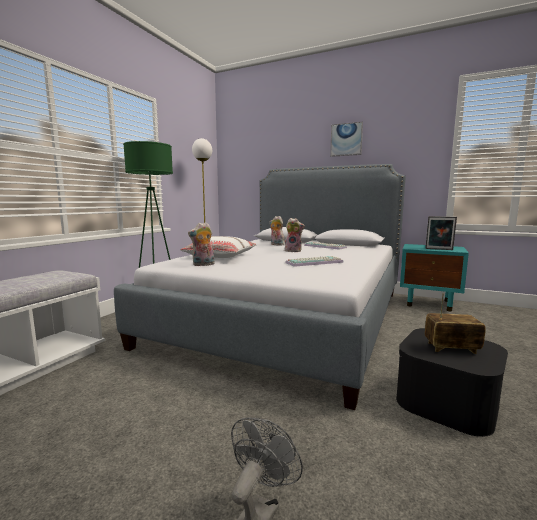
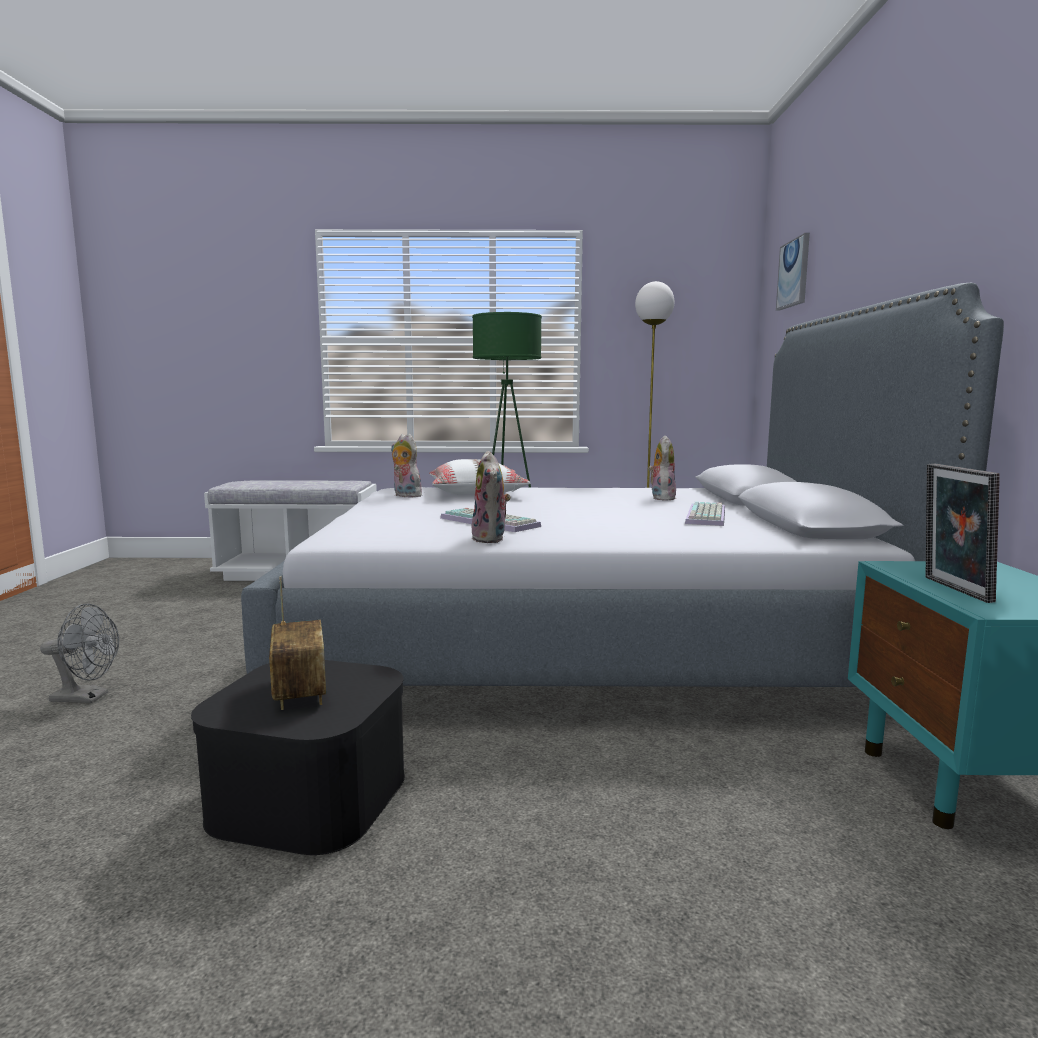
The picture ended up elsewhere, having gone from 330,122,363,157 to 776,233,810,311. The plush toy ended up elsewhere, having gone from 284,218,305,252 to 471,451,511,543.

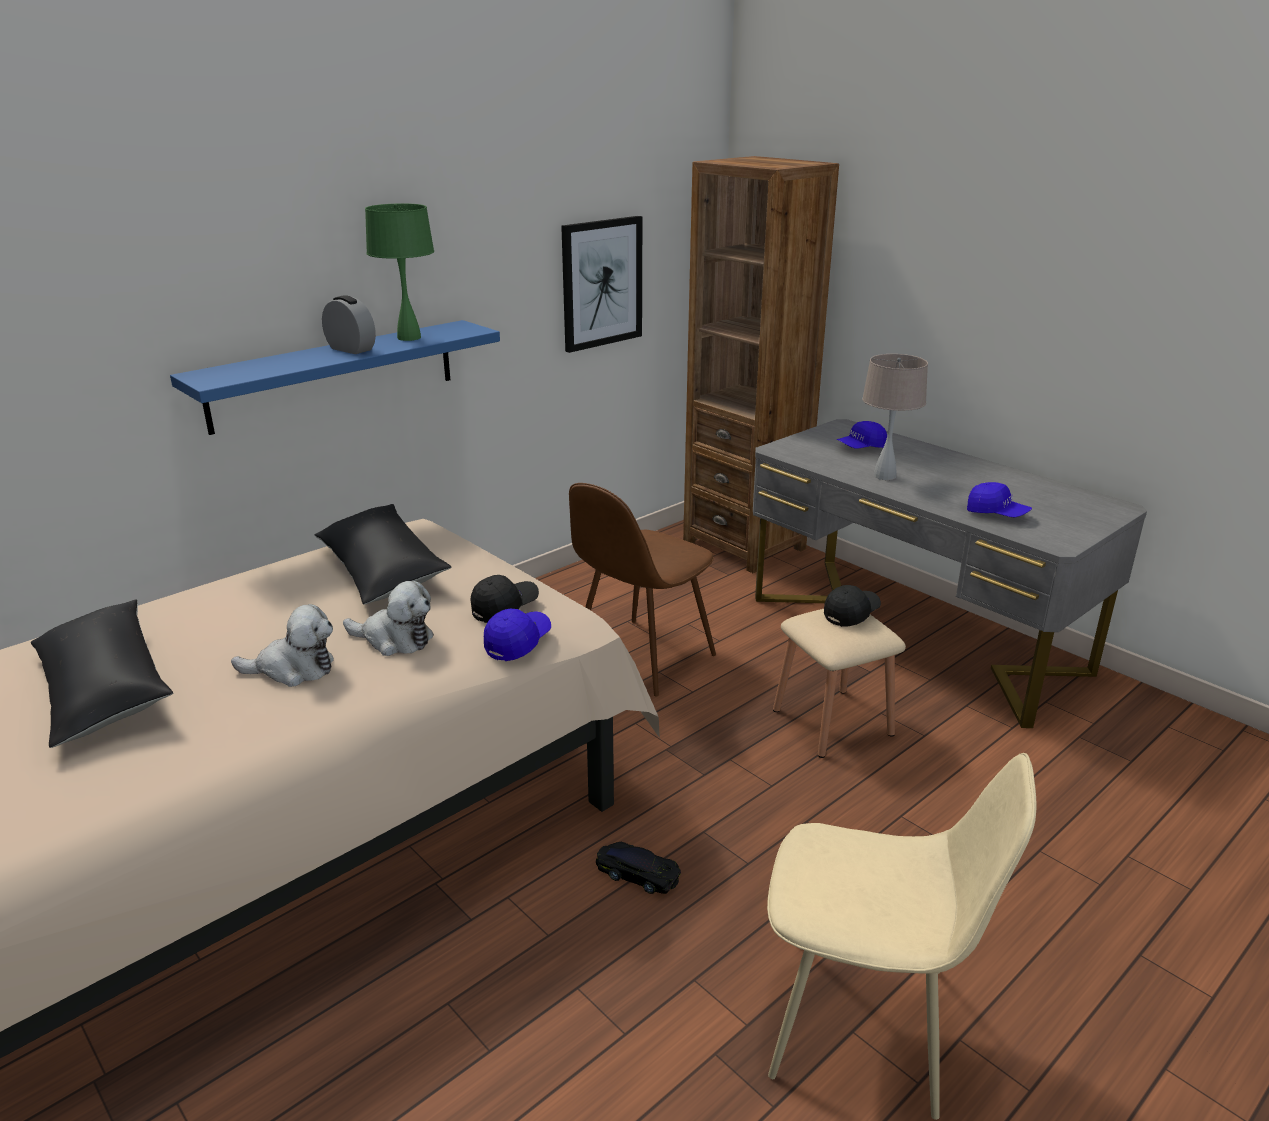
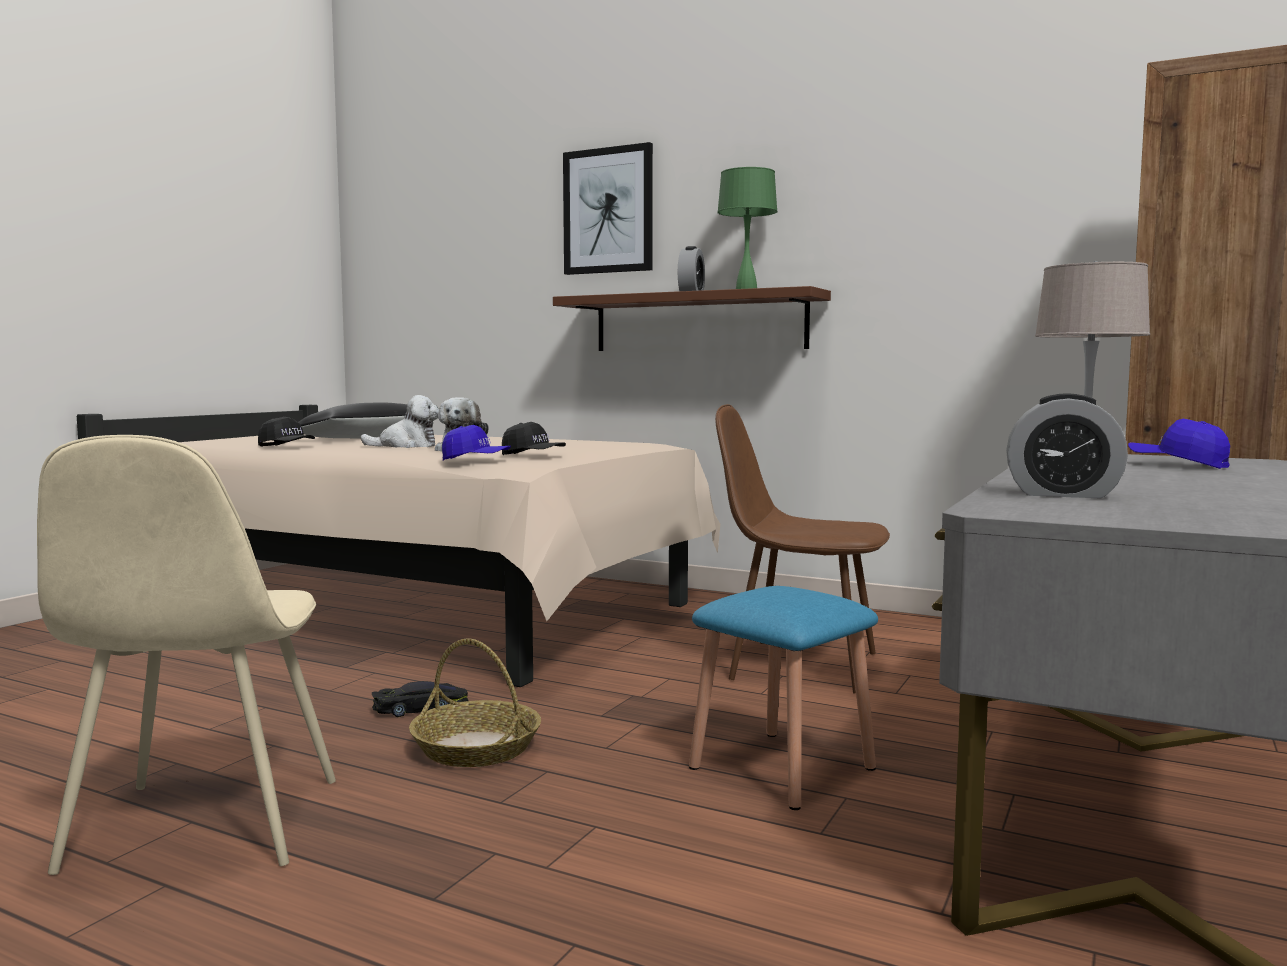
The picture ended up elsewhere, having gone from 561,216,642,353 to 563,142,653,275. What was the shelf (blue) at 170,320,500,435 turned into the shelf (brown) at 553,286,831,351. Where the cap (blue) stood at 967,482,1032,517, the alarm clock came to stand at 1006,393,1128,498. The second view lost the pillow (black) at 315,504,452,605. The cap (black) ended up elsewhere, having gone from 824,585,881,627 to 258,417,315,447. The plush toy at 231,604,334,687 ended up facing another way, 75 degrees counterclockwise from before. What was the stool (beige) at 773,609,906,758 turned into the stool (blue) at 689,586,878,810. The toy car (black) at 596,842,681,894 ended up facing another way, 60 degrees clockwise from before. The second view gained the basket at 409,639,541,767.

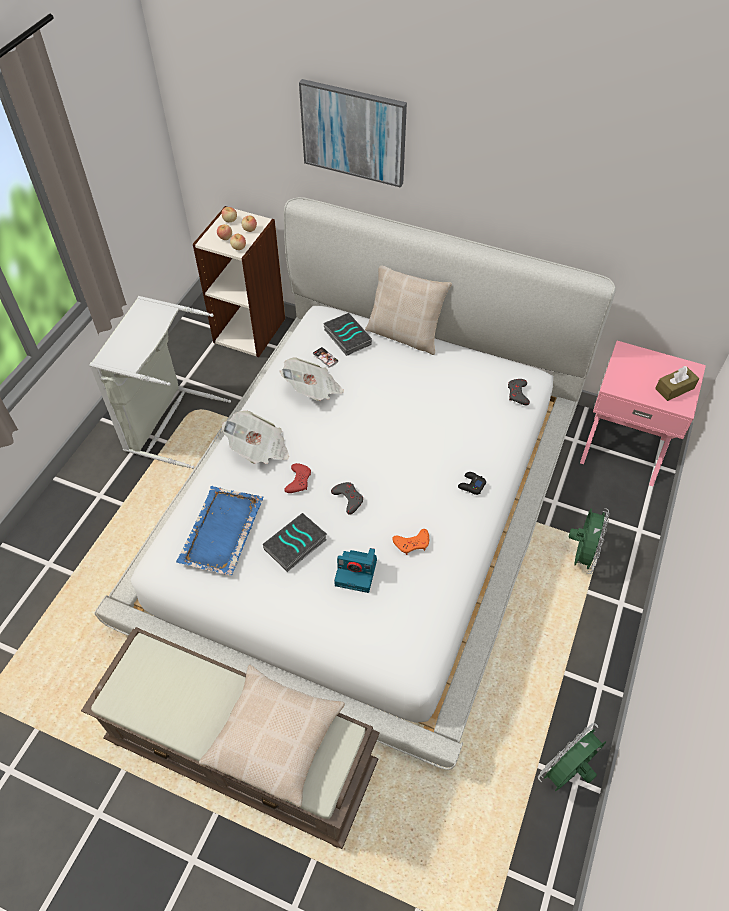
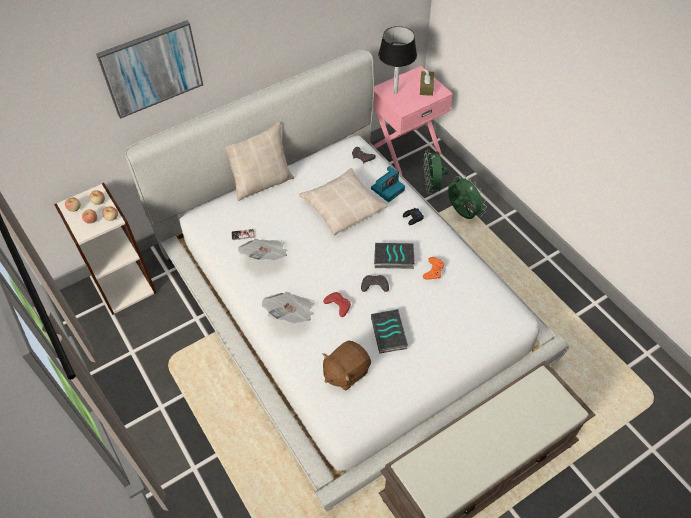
The second view lost the laundry basket (grey) at 90,296,231,469. The book ended up elsewhere, having gone from 323,313,372,356 to 374,243,415,269. Where the tray (blue) stood at 176,486,264,576, the plush toy (brown) came to stand at 323,341,371,391. The photo camera ended up elsewhere, having gone from 334,548,377,593 to 371,166,405,202. The pillow (beige) ended up elsewhere, having gone from 199,665,345,807 to 299,168,387,236. The fan (green) ended up elsewhere, having gone from 538,723,606,791 to 423,150,448,194. The second view gained the table lamp (black) at 379,26,417,94.

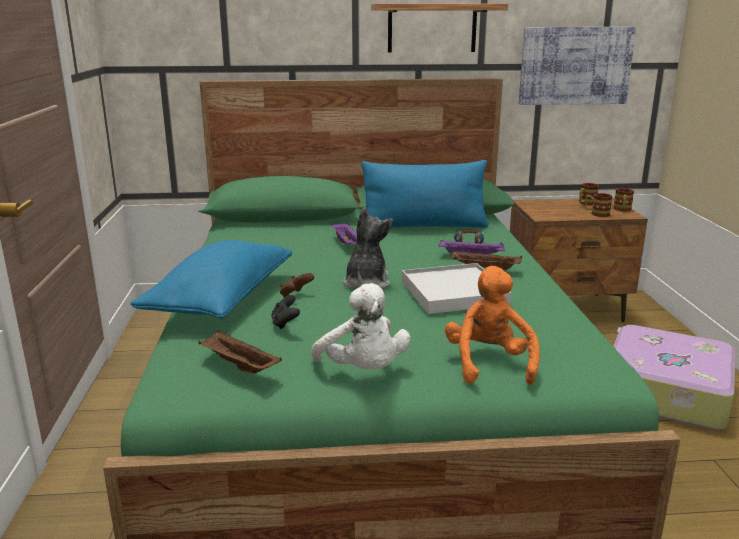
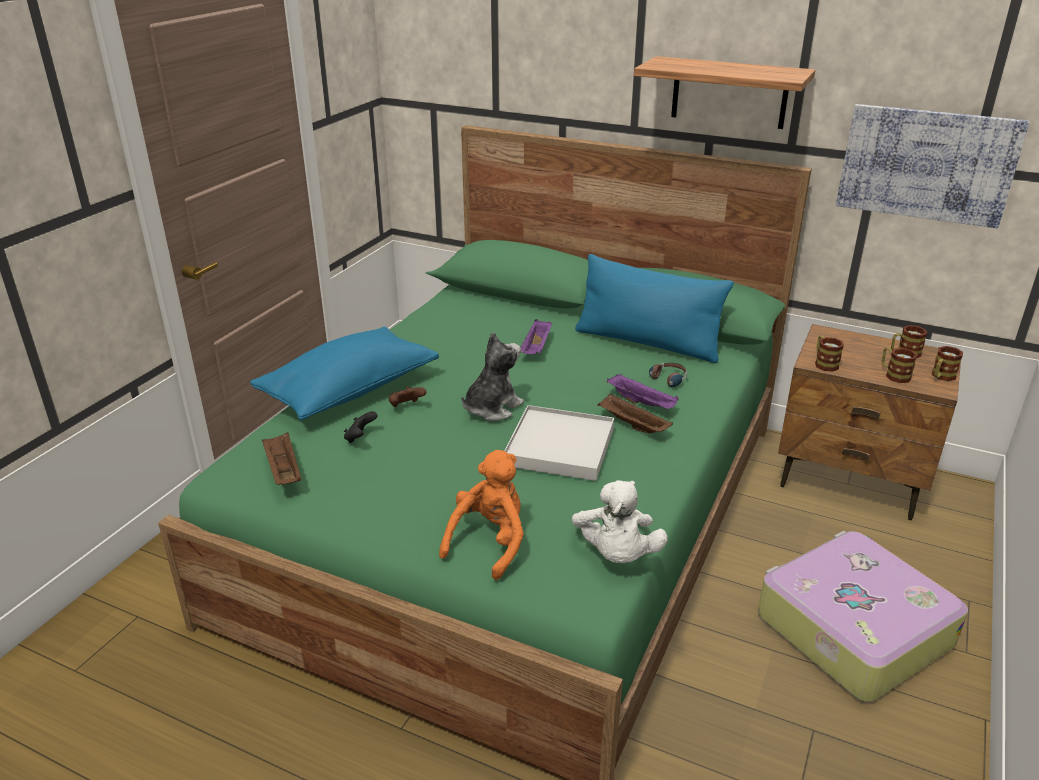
The plush toy (white) ended up elsewhere, having gone from 311,283,411,370 to 572,480,668,563. The second view gained the mug at 815,336,844,372.

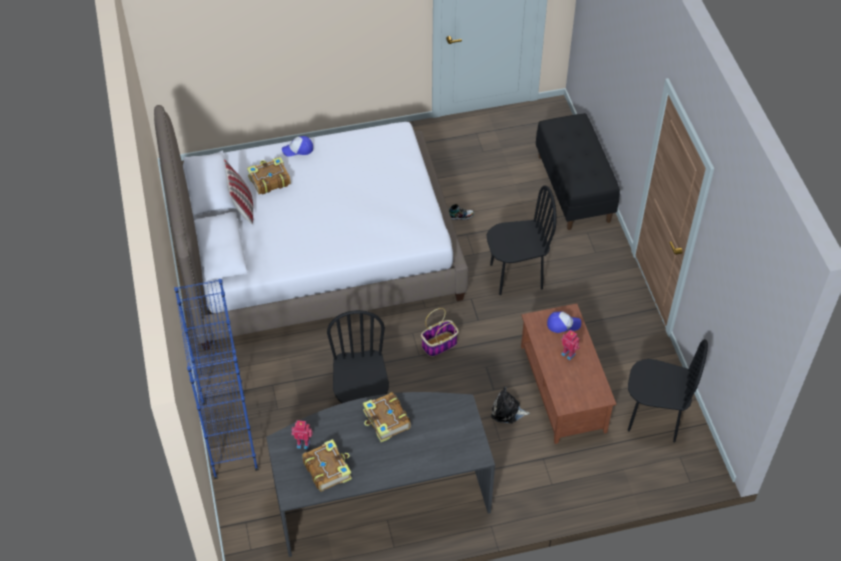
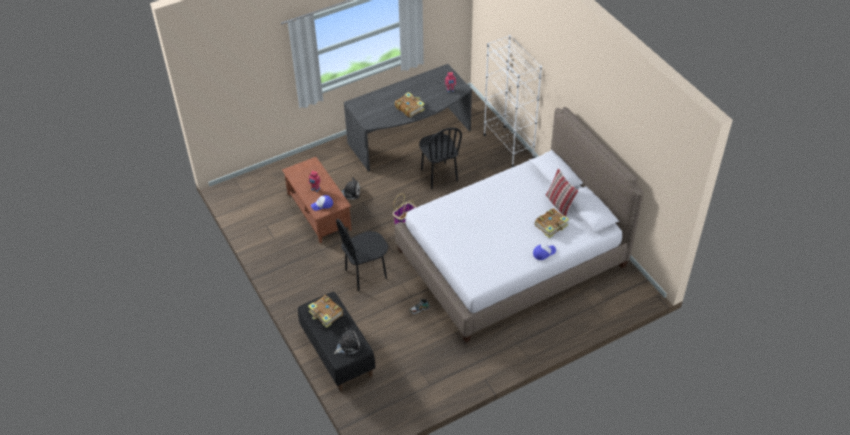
What was the bookcase (blue) at 174,279,259,479 turned into the bookcase (white) at 483,35,542,167. The second view lost the chair (black) at 628,339,708,443. The book ended up elsewhere, having gone from 302,439,352,492 to 308,295,343,328. The second view gained the plush toy at 334,328,361,355.

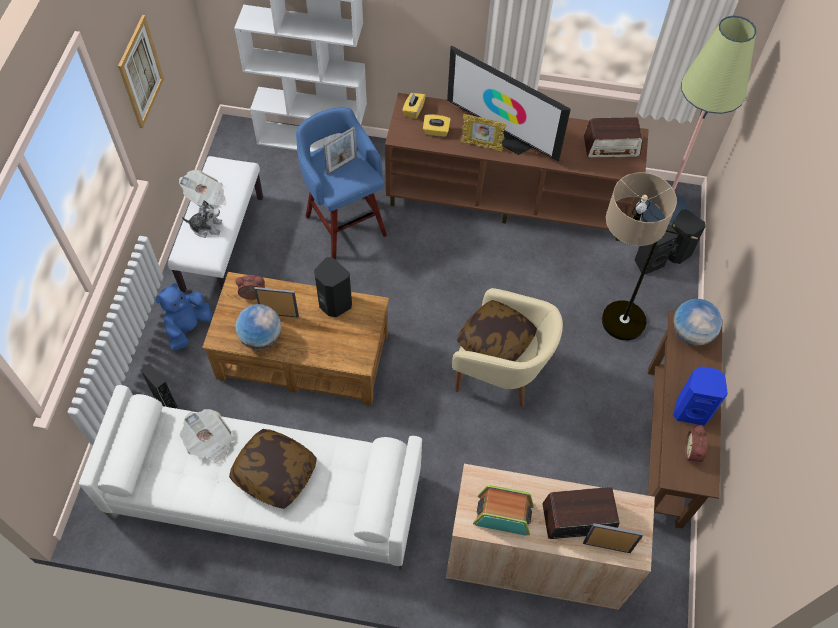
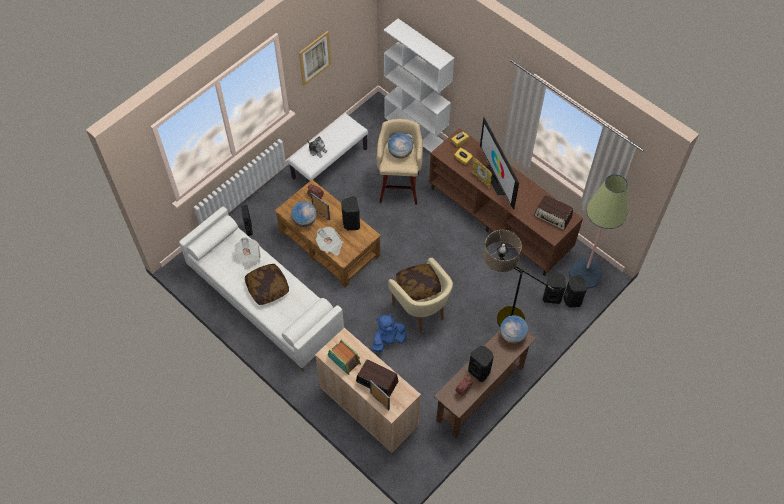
What was the stool (blue) at 296,107,387,259 turned into the stool (beige) at 376,119,423,204. Where the picture frame stood at 323,127,357,175, the globe came to stand at 388,133,413,158. The newspaper ended up elsewhere, having gone from 179,170,226,206 to 315,227,343,256. The plush toy (blue) ended up elsewhere, having gone from 155,283,212,350 to 372,315,407,352. What was the speaker (blue) at 673,366,728,425 turned into the speaker (black) at 468,346,494,382.

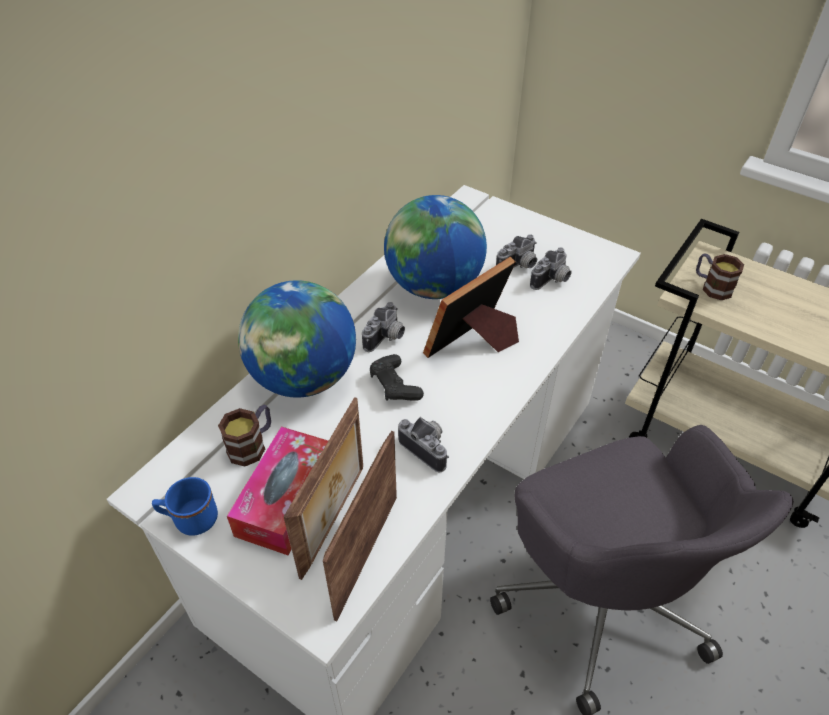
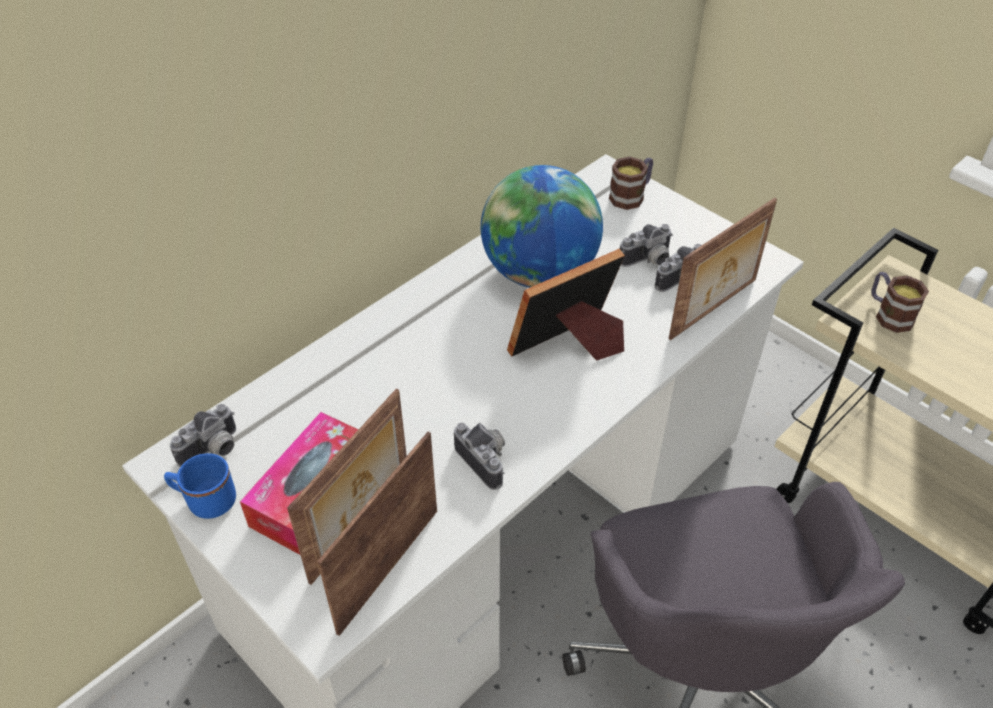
The second view lost the globe at 238,280,356,398. The photo camera ended up elsewhere, having gone from 362,302,405,352 to 170,404,236,467. The second view lost the game controller (black) at 370,354,424,401. The mug ended up elsewhere, having gone from 218,405,271,466 to 609,156,653,210. The second view gained the picture frame at 668,198,777,340.

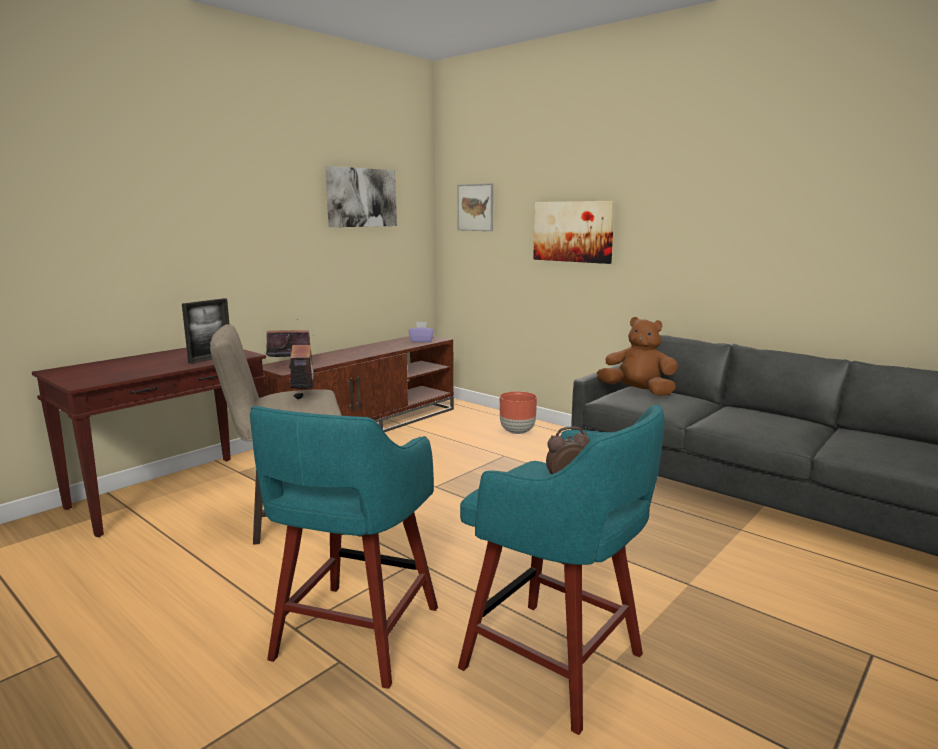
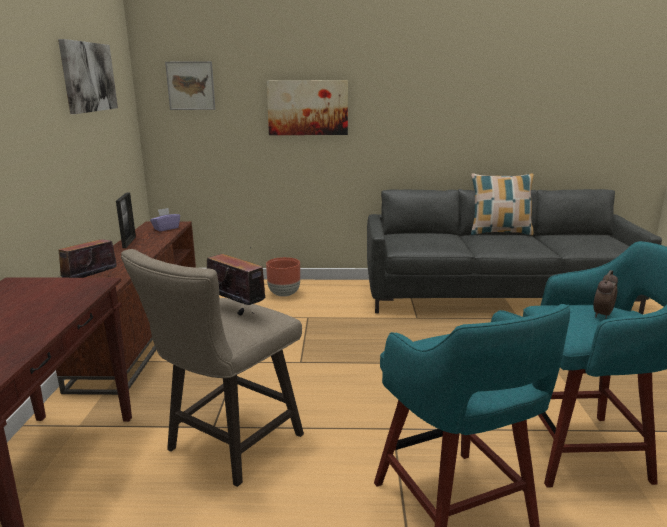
The picture frame ended up elsewhere, having gone from 182,298,229,364 to 116,193,136,248. The second view lost the plush toy (brown) at 597,317,678,396. The second view gained the pillow at 471,173,534,235.

